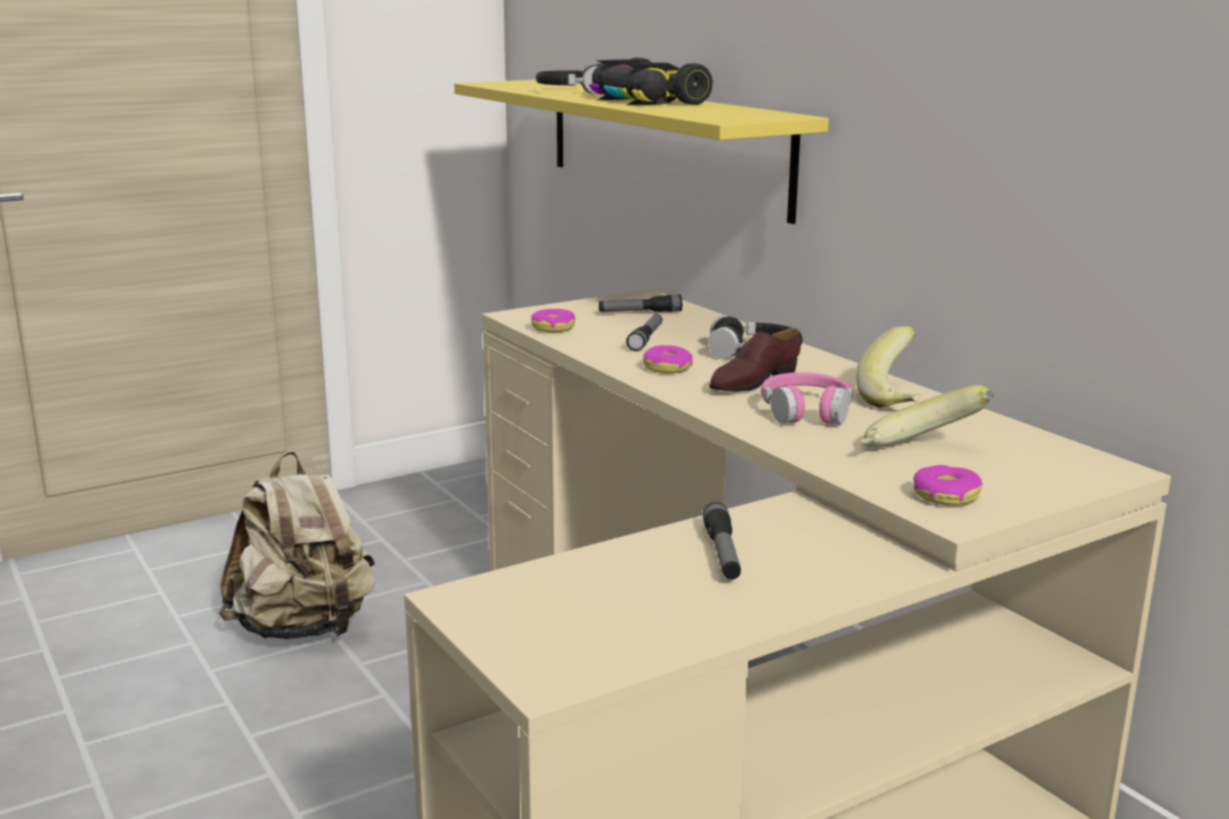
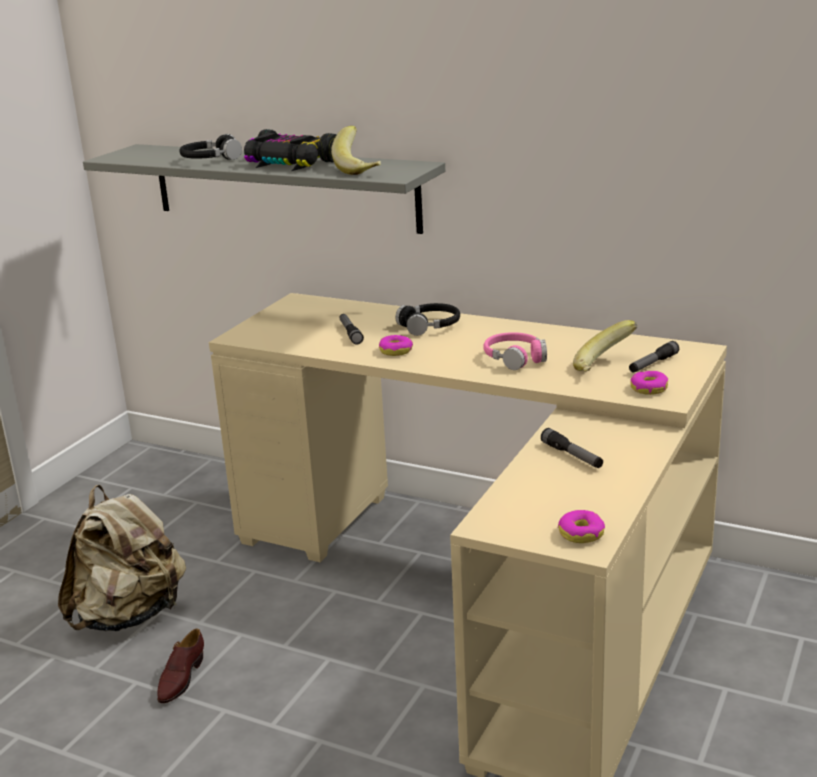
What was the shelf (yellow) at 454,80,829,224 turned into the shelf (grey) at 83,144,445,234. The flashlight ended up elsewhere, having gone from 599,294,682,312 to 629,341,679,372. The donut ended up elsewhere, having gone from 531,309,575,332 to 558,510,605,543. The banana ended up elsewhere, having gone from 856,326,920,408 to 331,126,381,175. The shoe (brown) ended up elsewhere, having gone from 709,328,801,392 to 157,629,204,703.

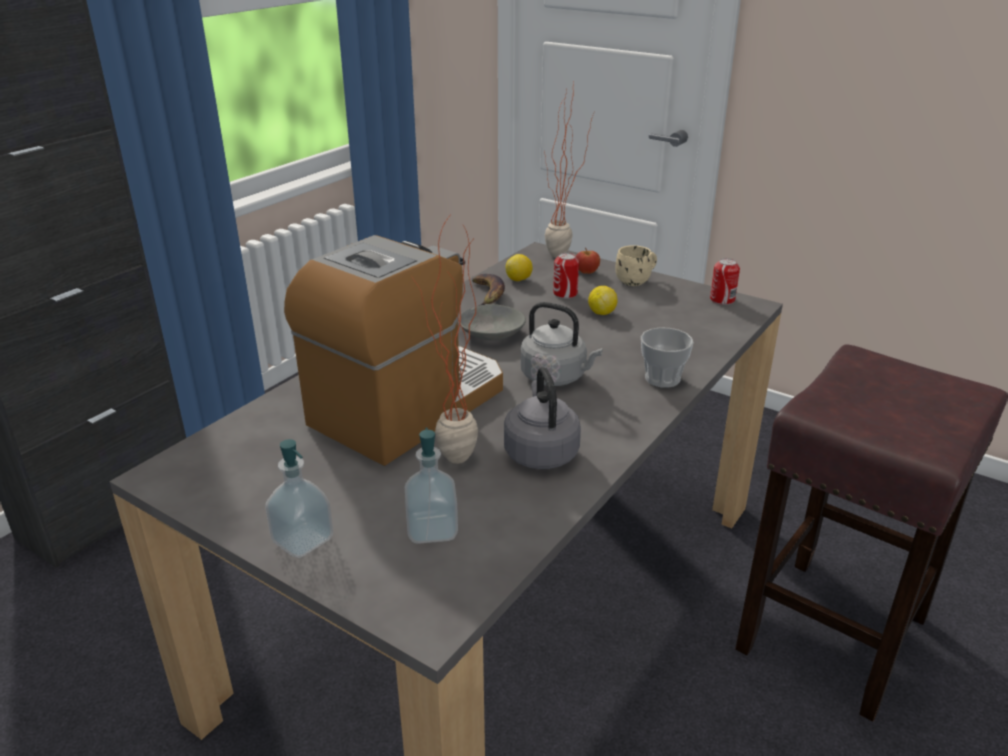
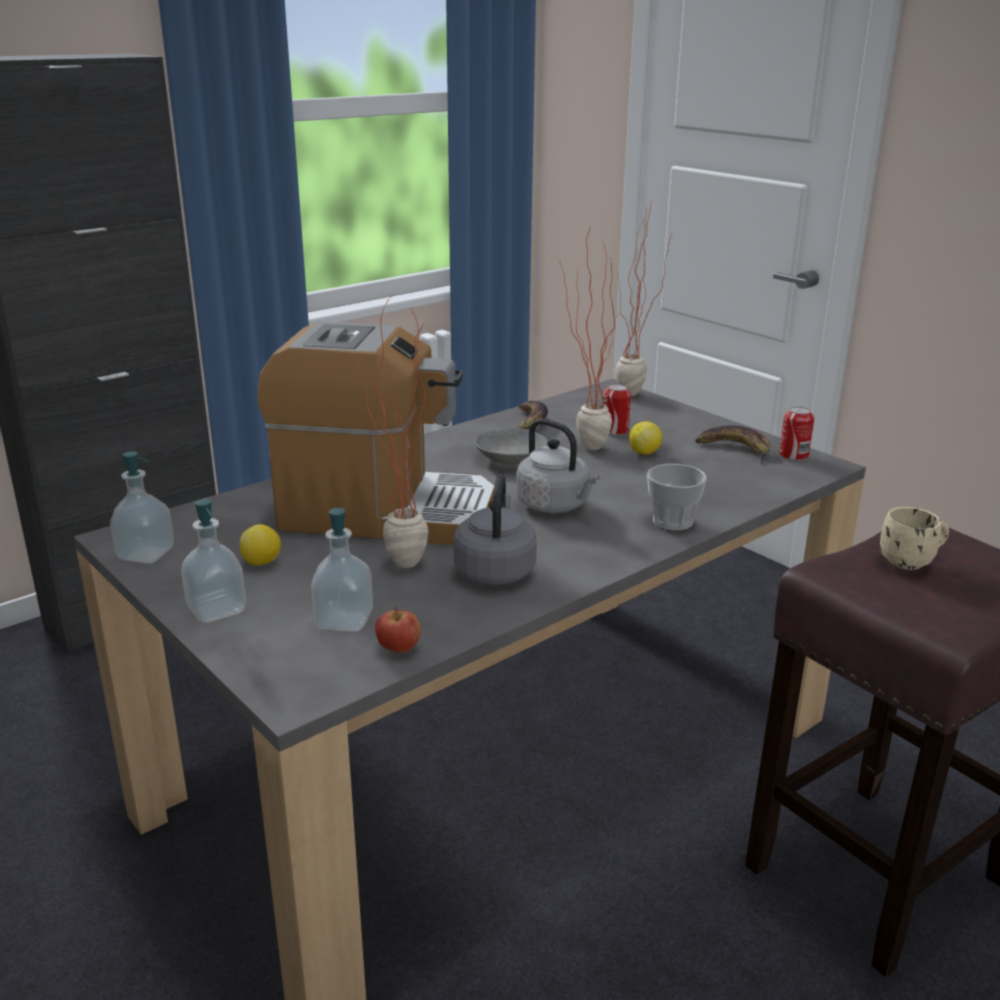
The coffee machine at 284,235,503,466 ended up facing another way, 45 degrees clockwise from before. The mug (beige) ended up elsewhere, having gone from 616,245,657,286 to 880,507,949,570. The apple ended up elsewhere, having gone from 576,248,600,274 to 375,606,421,653. The lemon ended up elsewhere, having gone from 505,254,533,281 to 240,524,281,566. The second view gained the potted plant at 559,225,620,450. The second view gained the banana at 695,425,770,464. The second view gained the soap dispenser at 110,451,174,564.

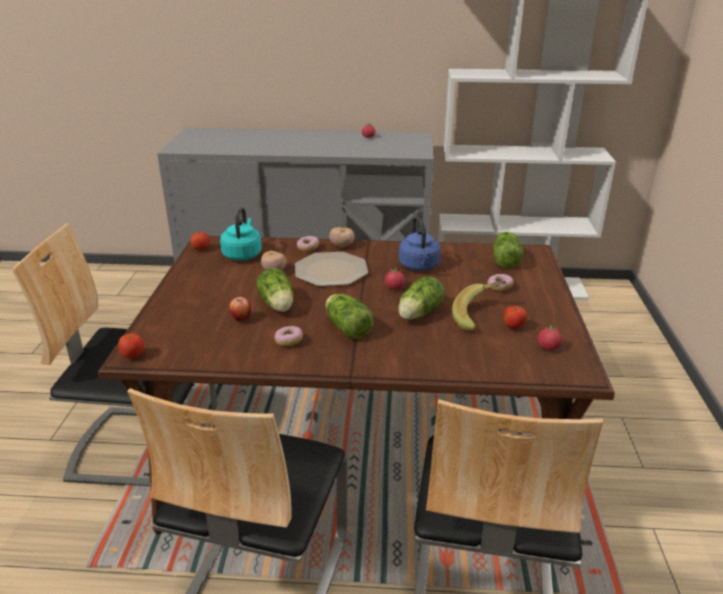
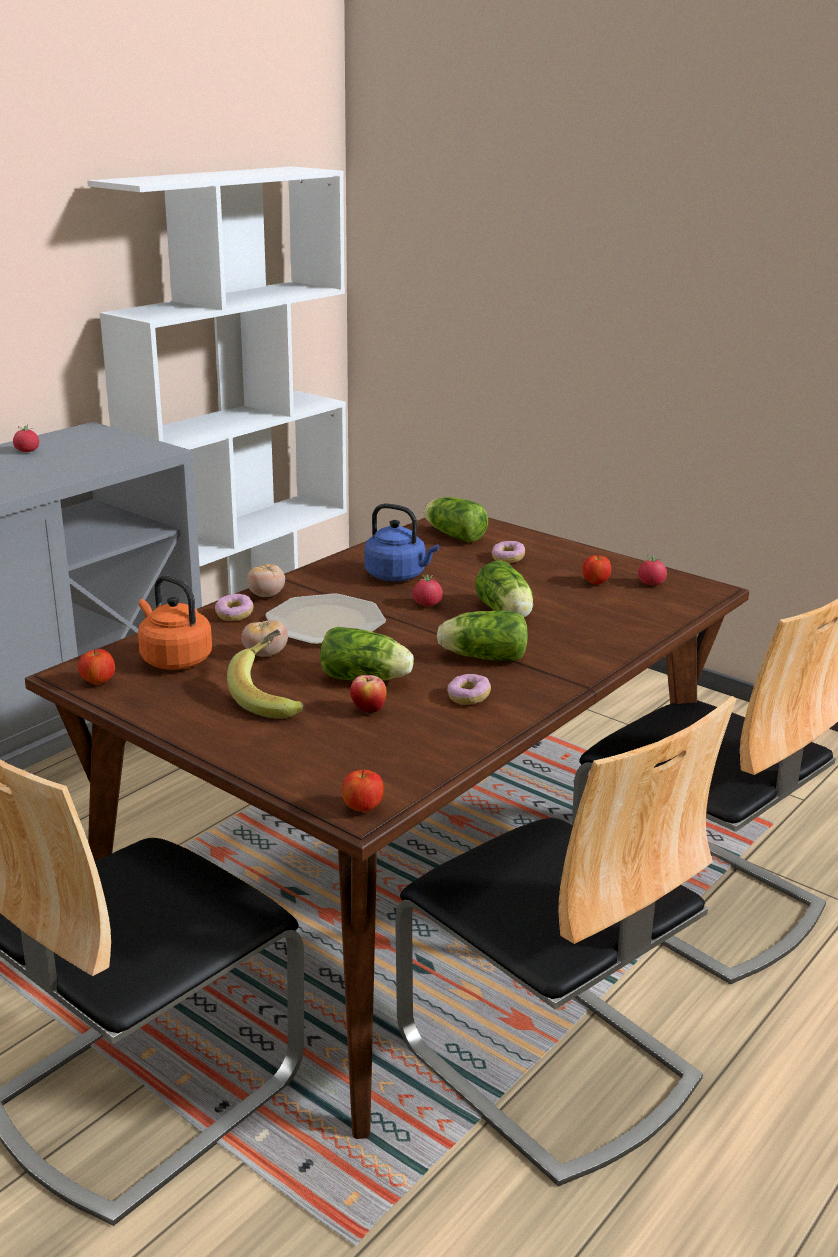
What was the kettle (turquoise) at 220,207,262,261 turned into the kettle (orange) at 138,575,212,670. The banana ended up elsewhere, having gone from 452,281,506,331 to 227,630,304,719.

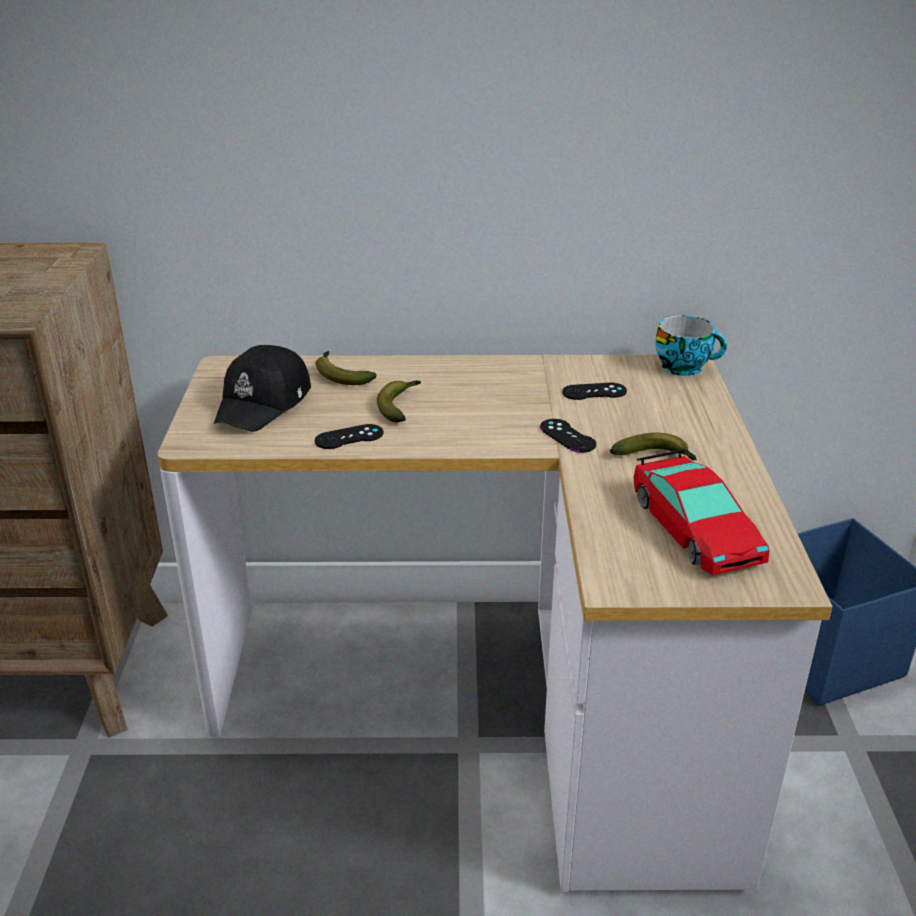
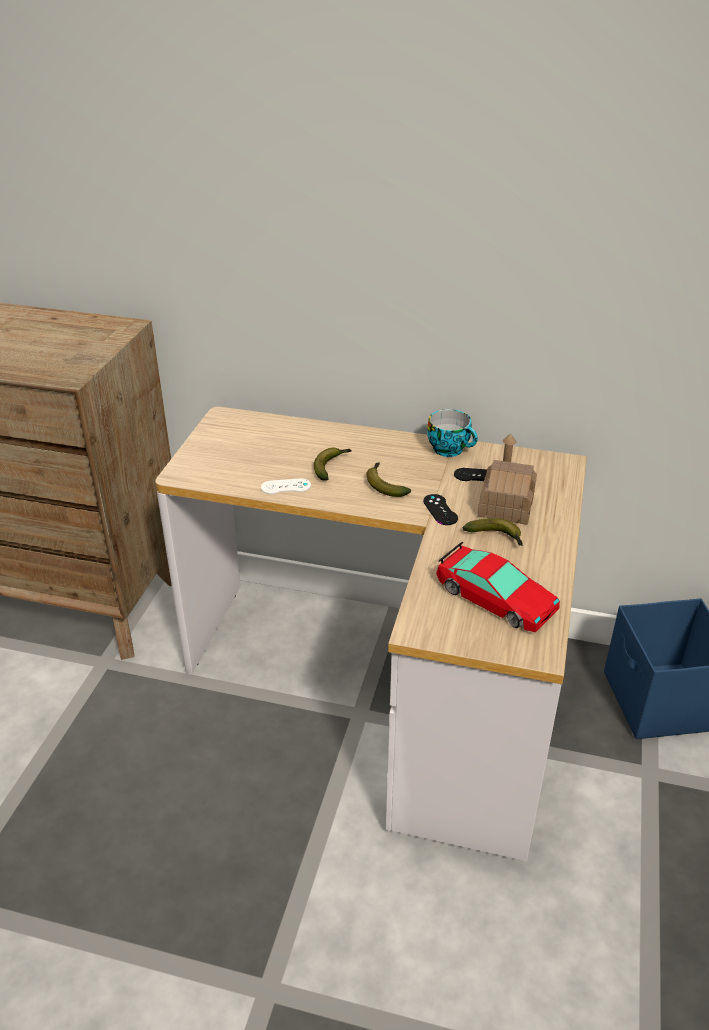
The cup ended up elsewhere, having gone from 655,315,727,376 to 427,409,478,457. The second view lost the cap (black) at 213,345,311,432. The banana ended up elsewhere, having gone from 316,351,377,385 to 366,462,411,497. What was the game controller (black) at 315,424,383,449 turned into the game controller (white) at 261,478,311,494. The toy car at 634,450,770,575 ended up facing another way, 45 degrees counterclockwise from before. The second view gained the toy house at 478,433,537,525.

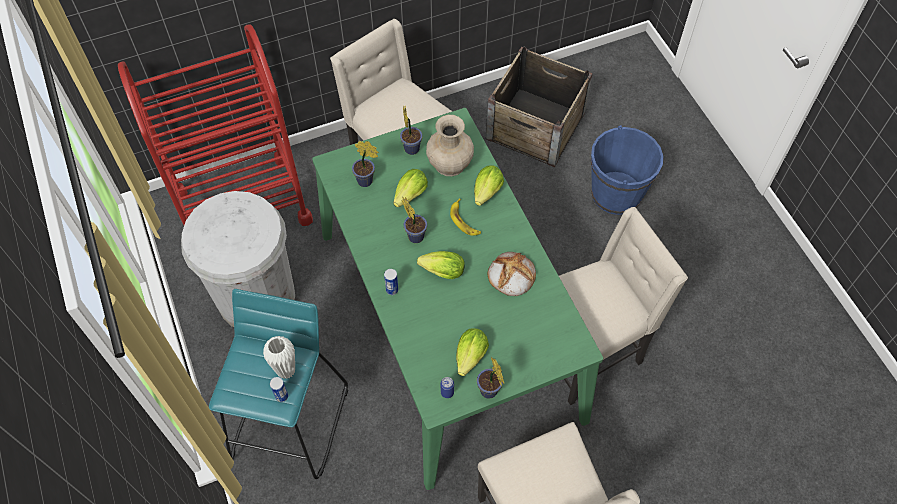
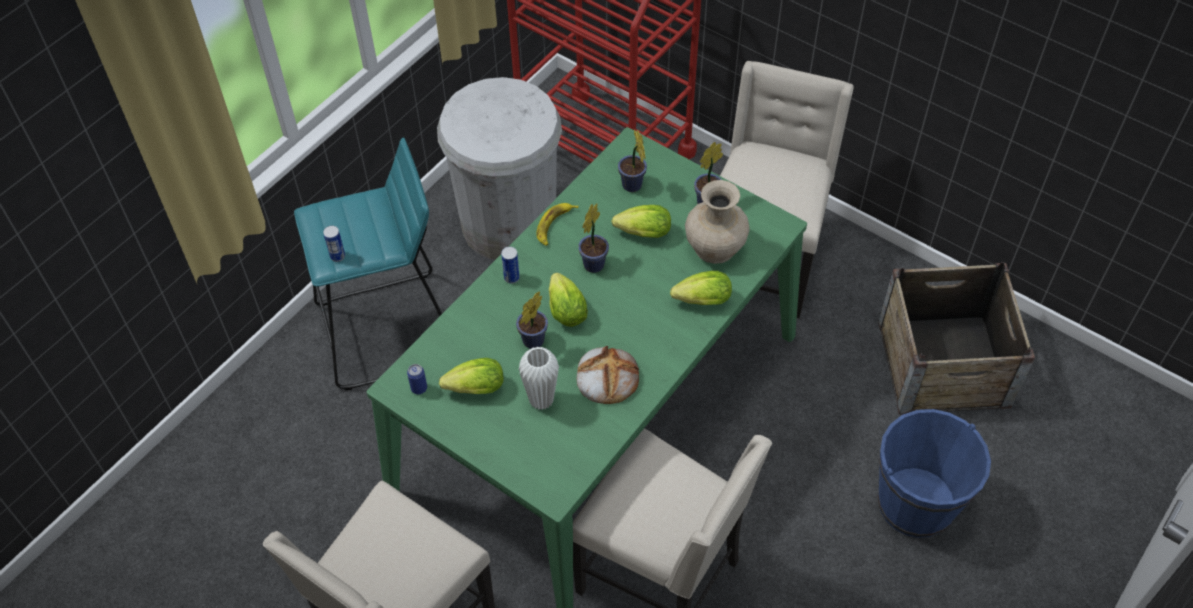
The banana ended up elsewhere, having gone from 450,198,481,236 to 536,203,578,246. The vase (white) ended up elsewhere, having gone from 263,336,295,379 to 519,347,559,410. The potted plant ended up elsewhere, having gone from 477,357,504,399 to 516,291,548,349.

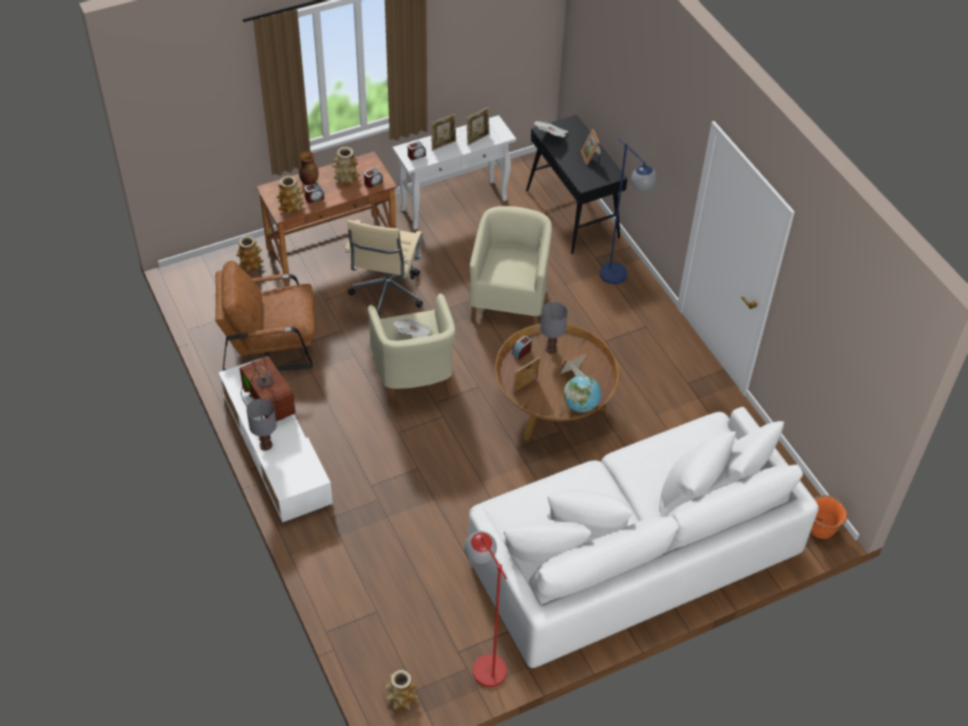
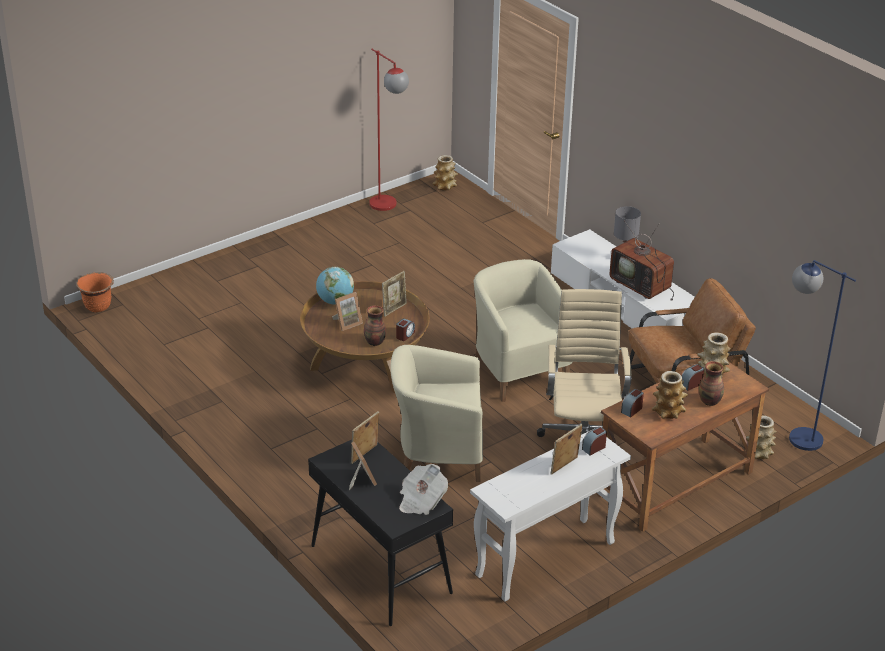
The picture frame ended up elsewhere, having gone from 466,107,489,145 to 351,411,379,464. The floor lamp (blue) ended up elsewhere, having gone from 600,138,657,284 to 789,260,856,451. The armchair (beige) at 469,206,552,325 ended up facing another way, 90 degrees clockwise from before. Where the table lamp (grey) stood at 540,302,568,353, the vase came to stand at 364,305,386,346. The second view lost the newspaper at 394,319,432,338. The second view lost the sofa (white) at 468,407,819,668.

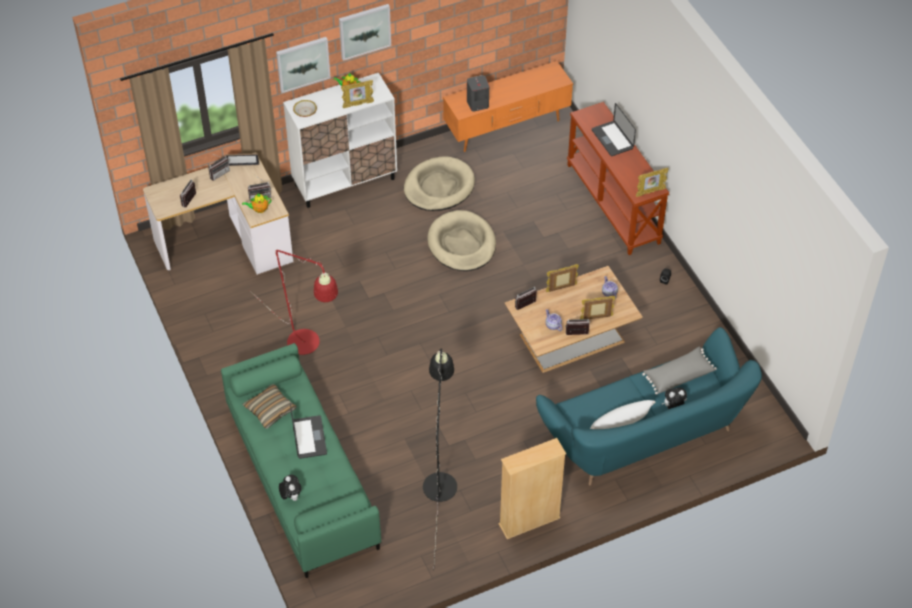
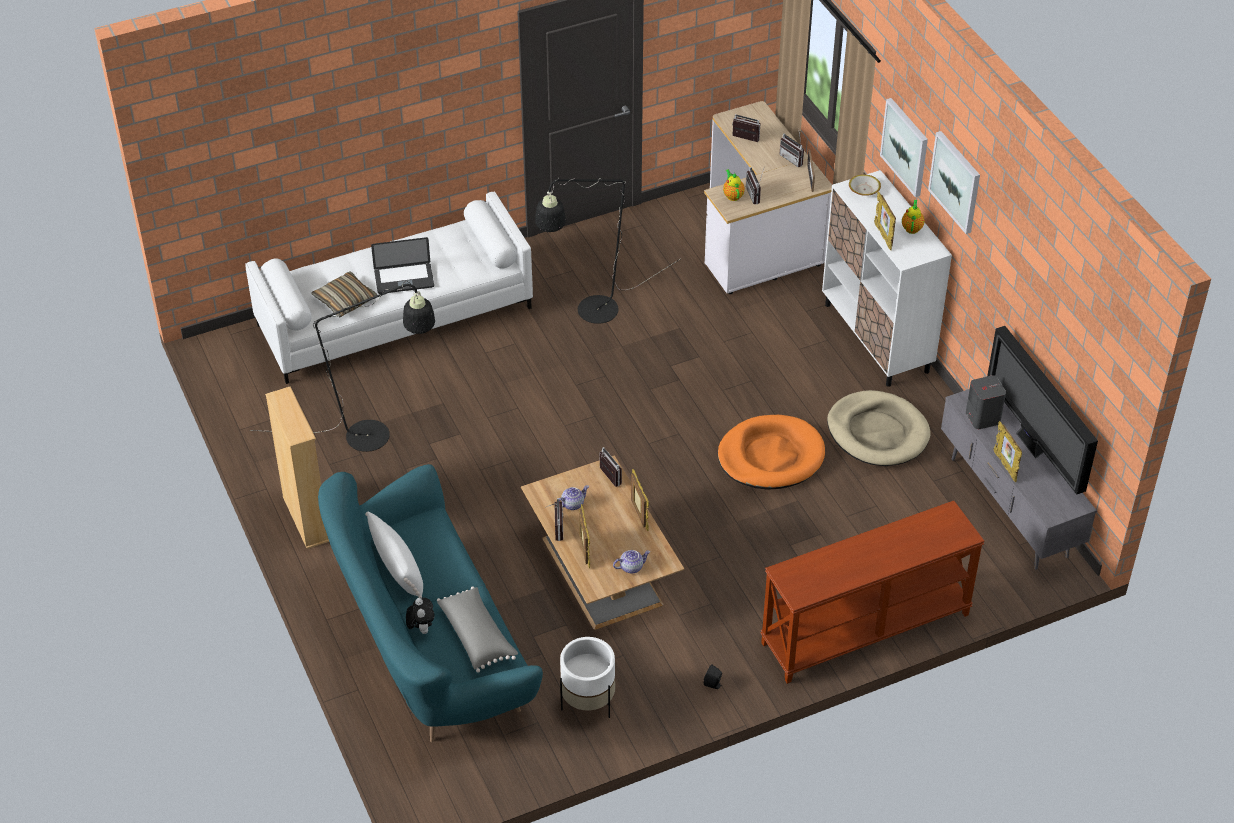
What was the tv stand (orange) at 443,61,573,152 turned into the tv stand (grey) at 941,389,1097,570. The second view lost the laptop at 592,103,636,156. The picture frame ended up elsewhere, having gone from 636,168,669,197 to 993,421,1022,482. What was the dog bed (beige) at 427,210,496,271 turned into the dog bed (orange) at 718,415,825,490. What was the floor lamp (red) at 249,249,338,355 turned into the floor lamp (black) at 535,178,680,324. What was the sofa (green) at 221,343,381,578 turned into the sofa (white) at 245,191,533,384. The pillow ended up elsewhere, having gone from 242,384,297,429 to 311,271,377,317. The second view lost the plush toy at 279,475,302,501. The second view gained the television at 987,326,1098,495. The second view gained the planter (white) at 560,637,615,718.

